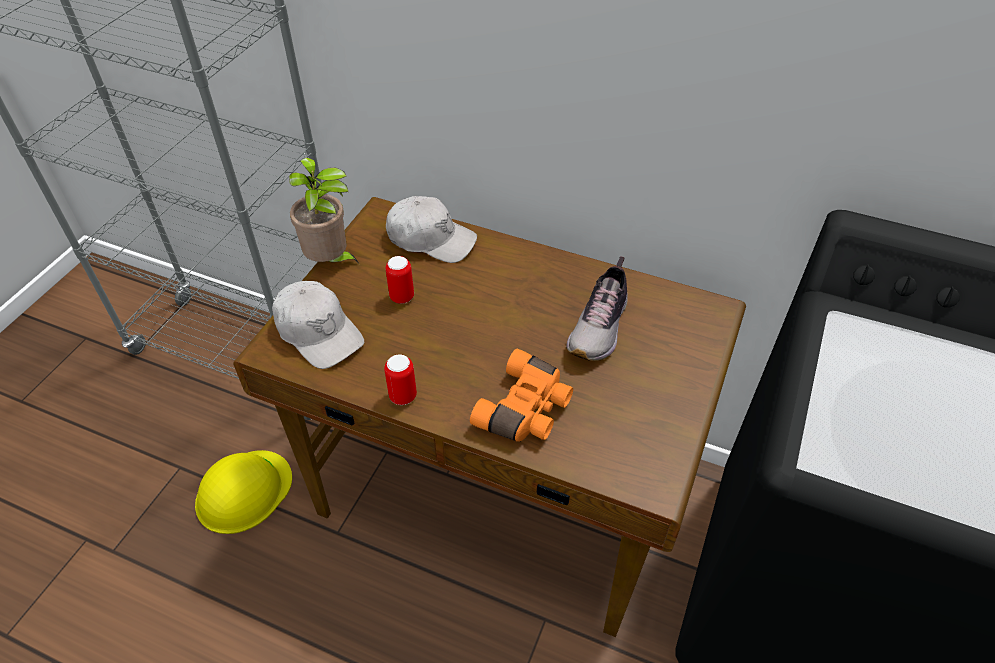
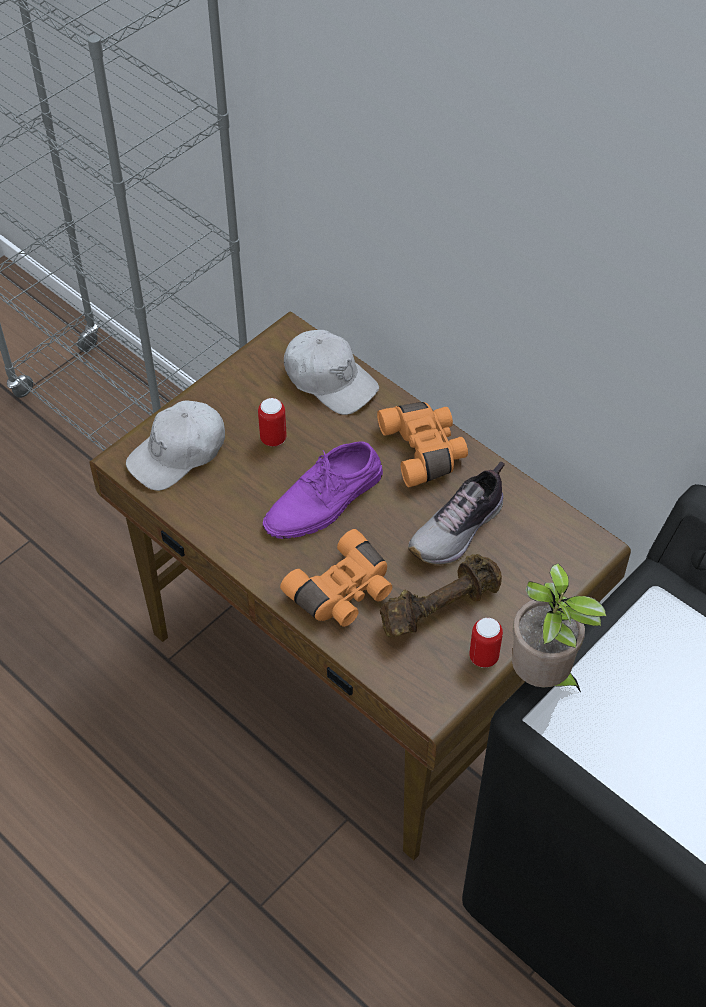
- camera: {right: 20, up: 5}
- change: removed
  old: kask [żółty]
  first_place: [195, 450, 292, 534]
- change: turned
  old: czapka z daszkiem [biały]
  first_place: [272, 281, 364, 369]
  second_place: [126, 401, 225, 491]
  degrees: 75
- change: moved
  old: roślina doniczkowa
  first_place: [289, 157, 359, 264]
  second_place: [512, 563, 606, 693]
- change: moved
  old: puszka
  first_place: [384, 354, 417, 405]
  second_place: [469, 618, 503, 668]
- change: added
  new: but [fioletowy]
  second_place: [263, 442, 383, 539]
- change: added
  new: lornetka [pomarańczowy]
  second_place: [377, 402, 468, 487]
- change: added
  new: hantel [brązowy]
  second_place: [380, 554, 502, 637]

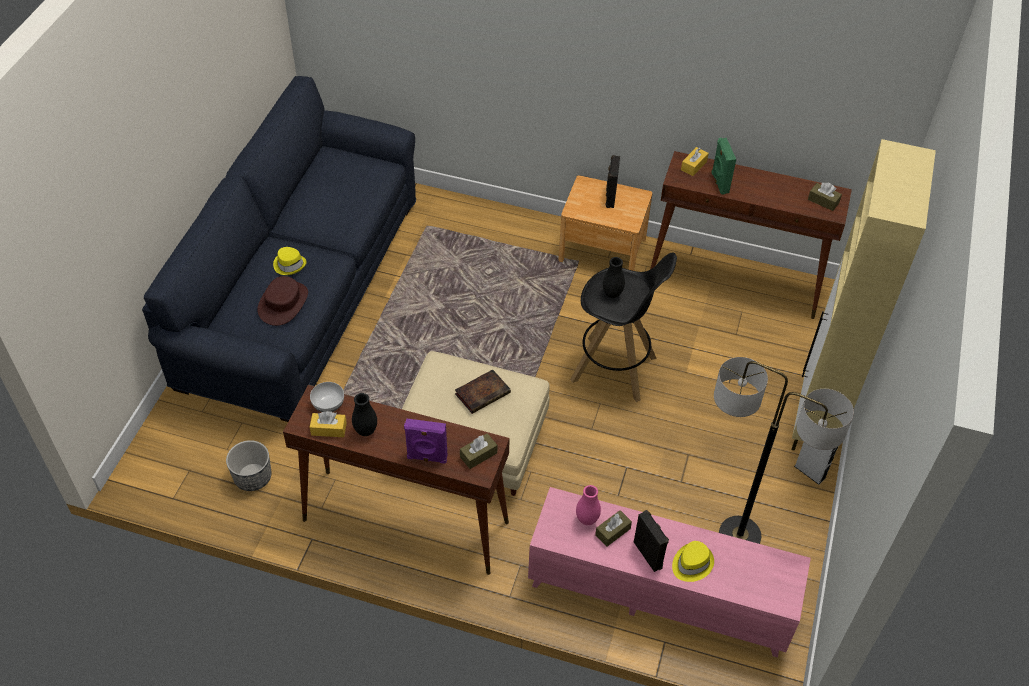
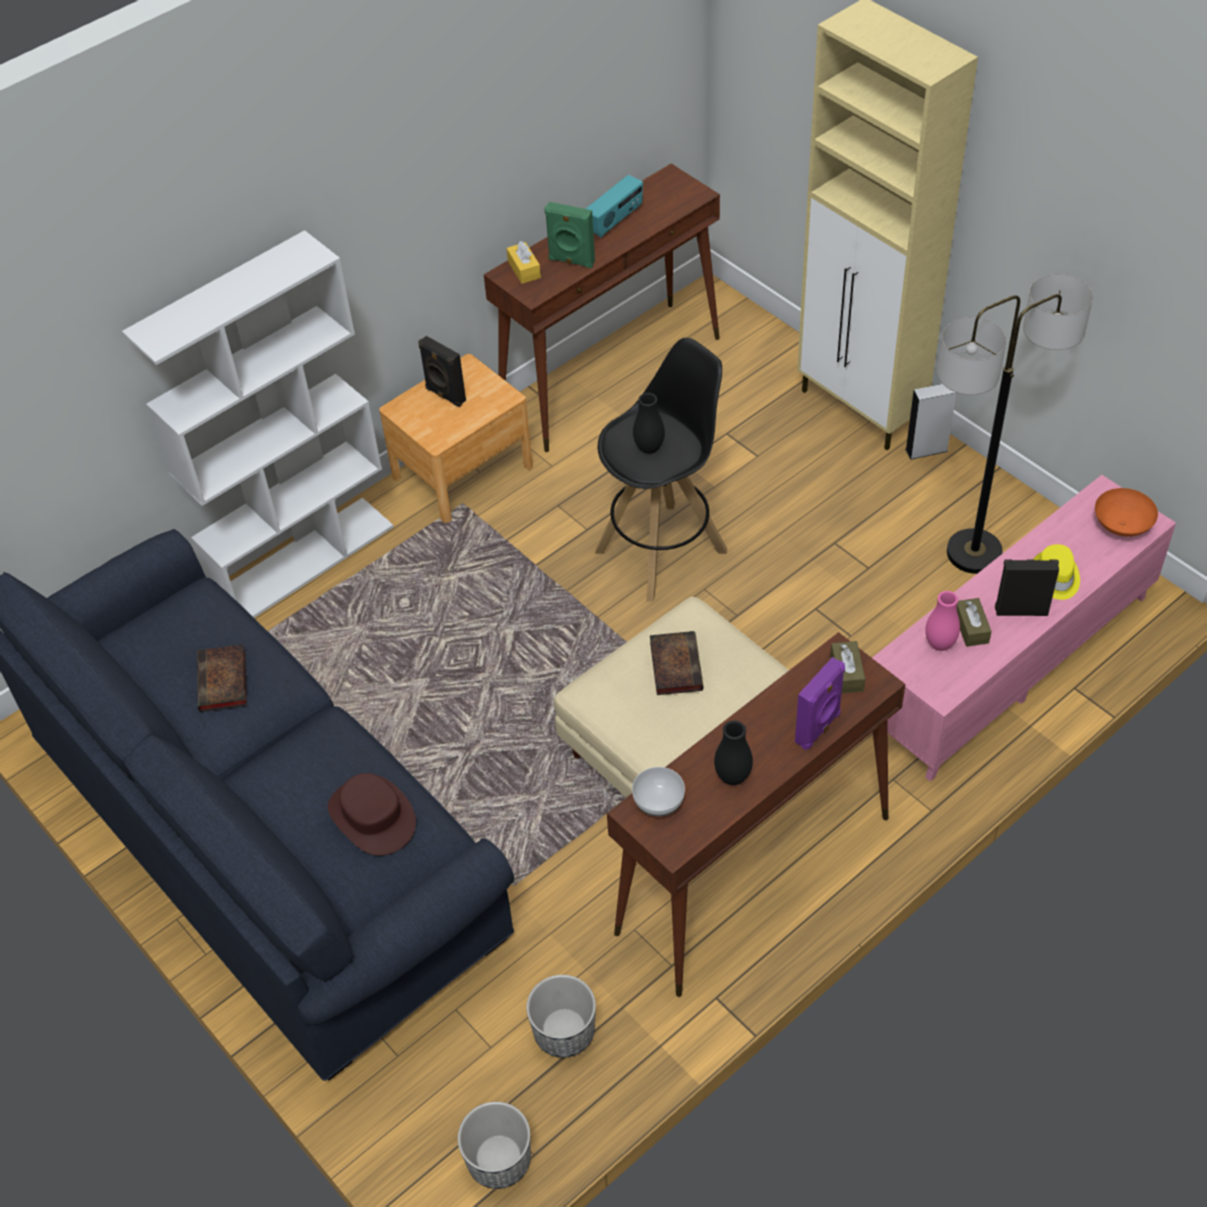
- camera: {right: -55, up: 0}
- change: removed
  old: kapelusz [żółty]
  first_place: [273, 247, 307, 275]
- change: removed
  old: pudełko chusteczek [żółty]
  first_place: [310, 411, 347, 437]
- change: removed
  old: pudełko chusteczek [brązowy]
  first_place: [808, 183, 842, 211]
- change: added
  new: regał [biały]
  second_place: [122, 230, 394, 618]
- change: added
  new: książka
  second_place: [197, 644, 247, 712]
- change: added
  new: donica
  second_place: [458, 1102, 531, 1189]
- change: added
  new: radio
  second_place: [586, 175, 643, 238]
- change: added
  new: miska [pomarańczowy]
  second_place: [1095, 488, 1158, 537]

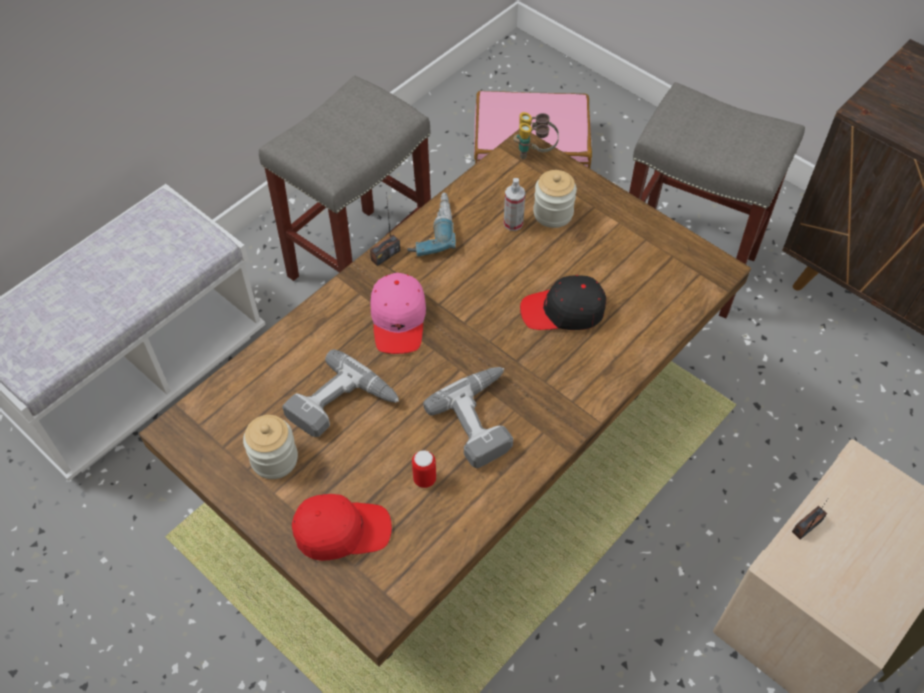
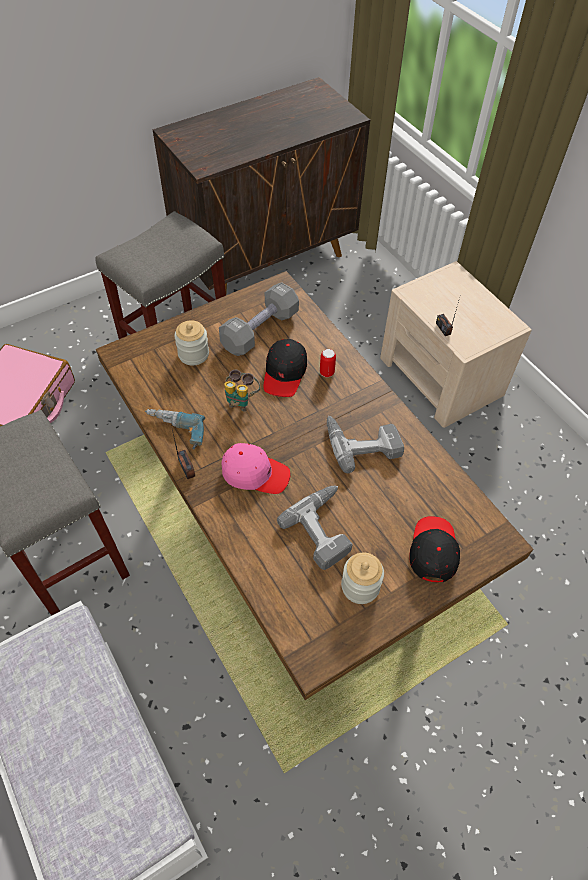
- camera: {right: -75, up: 0}
- change: recoloured
  old: czapka z daszkiem [czerwony]
  new: czapka z daszkiem [czarny]
  first_place: [292, 494, 392, 561]
  second_place: [409, 516, 460, 582]
- change: moved
  old: puszka
  first_place: [412, 450, 436, 488]
  second_place: [320, 349, 336, 377]
- change: removed
  old: spryskiwacz
  first_place: [504, 178, 525, 231]
- change: moved
  old: lornetka
  first_place: [513, 112, 559, 160]
  second_place: [224, 370, 260, 412]
- change: added
  new: hantel [szary]
  second_place: [219, 282, 299, 356]

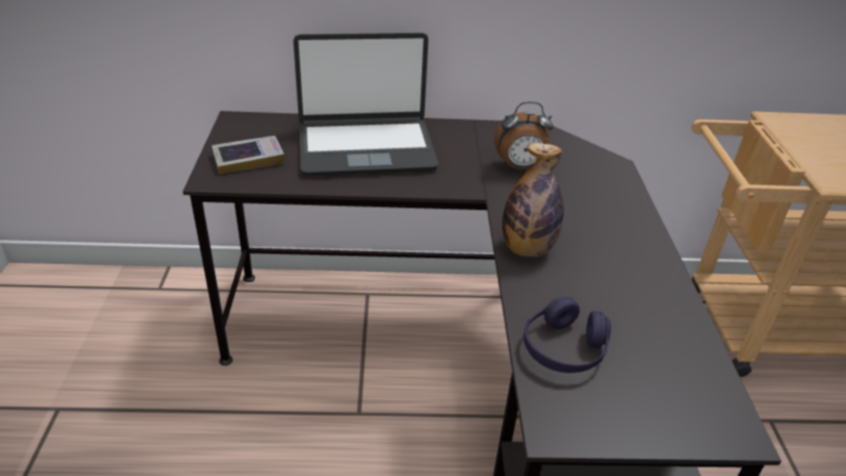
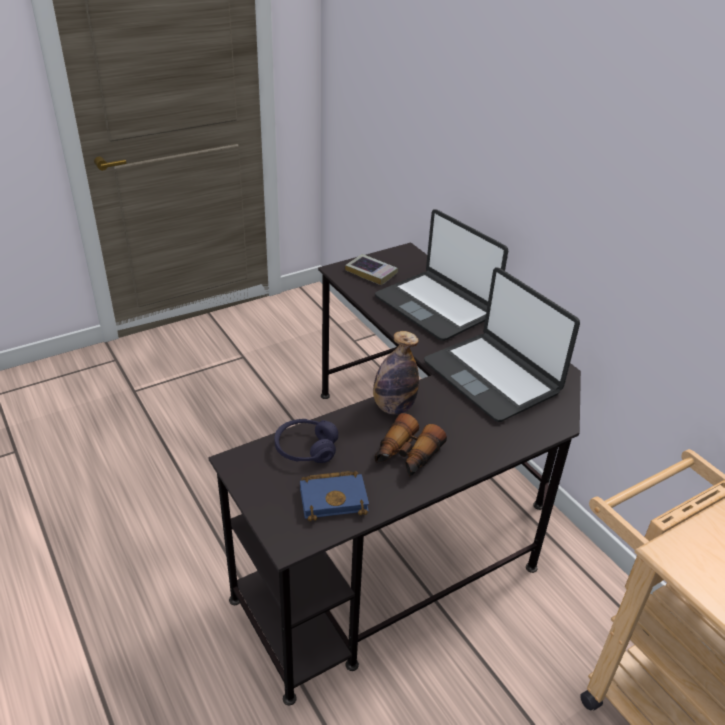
- camera: {right: 60, up: 0}
- change: replaced
  old: budzik
  new: laptop
  first_place: [494, 102, 553, 170]
  second_place: [424, 268, 580, 422]
- change: added
  new: książka [niebieski]
  second_place: [300, 471, 369, 521]
- change: added
  new: lornetka
  second_place: [375, 413, 447, 476]

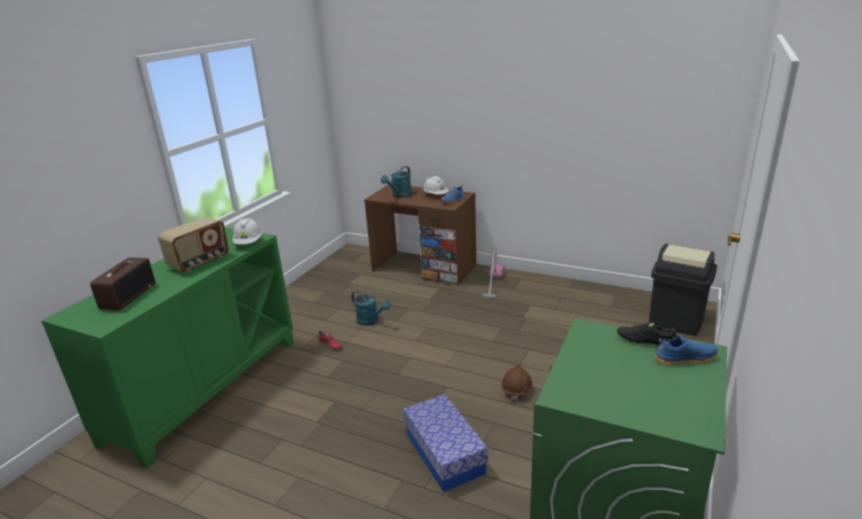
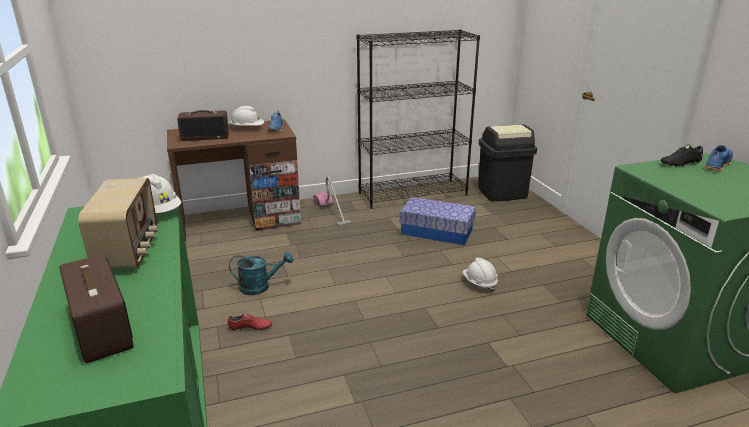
- camera: {right: -45, up: 0}
- change: replaced
  old: konewka [turkusowy]
  new: radio
  first_place: [381, 166, 412, 198]
  second_place: [177, 110, 229, 141]
- change: moved
  old: pojemnik do przechowywania
  first_place: [403, 394, 488, 492]
  second_place: [400, 197, 476, 245]
- change: recoloured
  old: kask [brązowy]
  new: kask [biały]
  first_place: [502, 365, 532, 402]
  second_place: [463, 258, 498, 292]
- change: added
  new: regał [czarny]
  second_place: [356, 29, 480, 209]

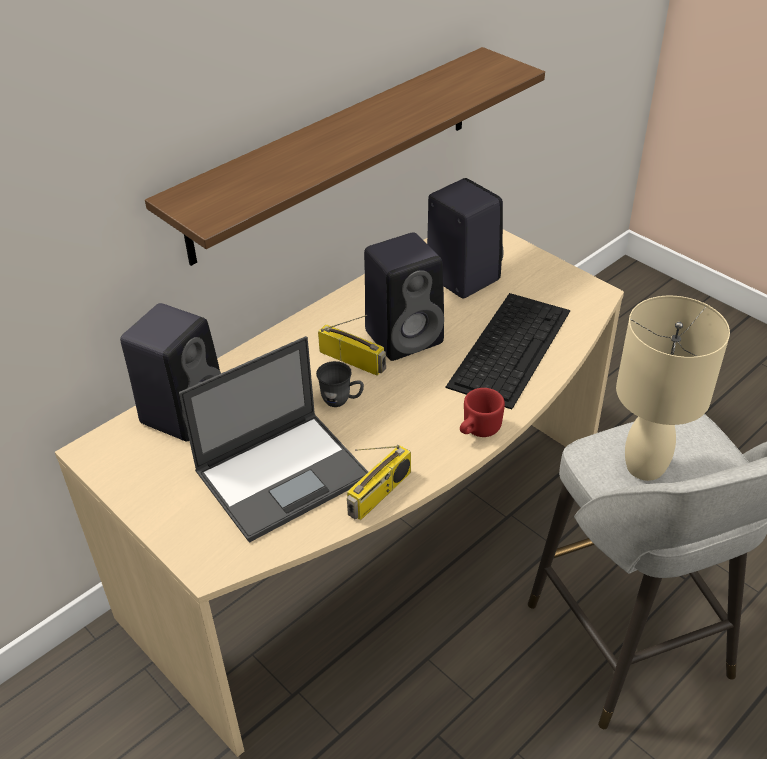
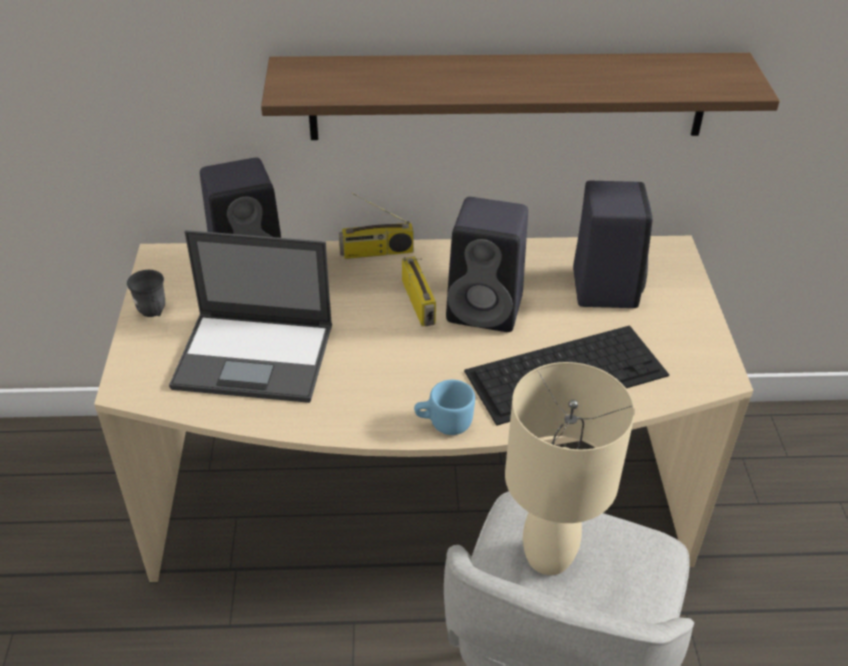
- camera: {right: 40, up: 0}
- change: moved
  old: kubek [szary]
  first_place: [316, 361, 364, 407]
  second_place: [127, 270, 165, 317]
- change: moved
  old: radio
  first_place: [347, 445, 411, 520]
  second_place: [339, 193, 413, 259]
- change: recoloured
  old: kubek [czerwony]
  new: kubek [niebieski]
  first_place: [460, 388, 505, 437]
  second_place: [414, 380, 475, 435]

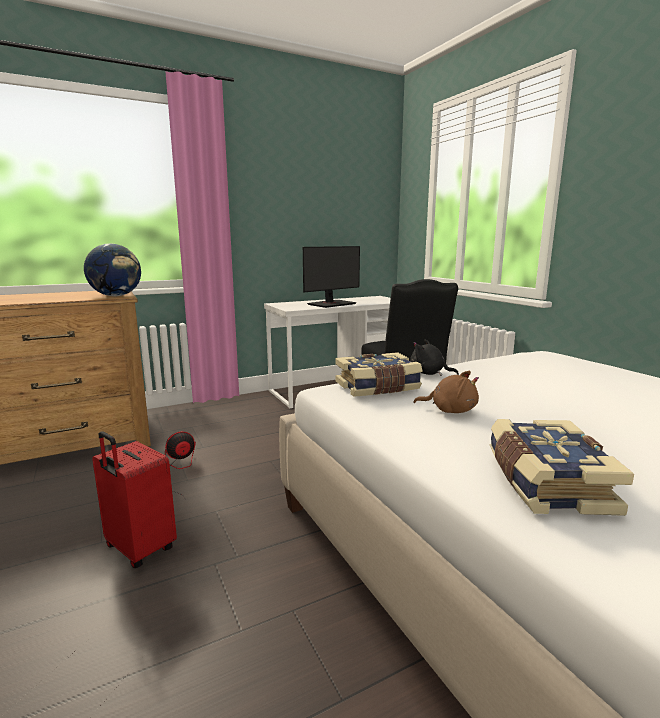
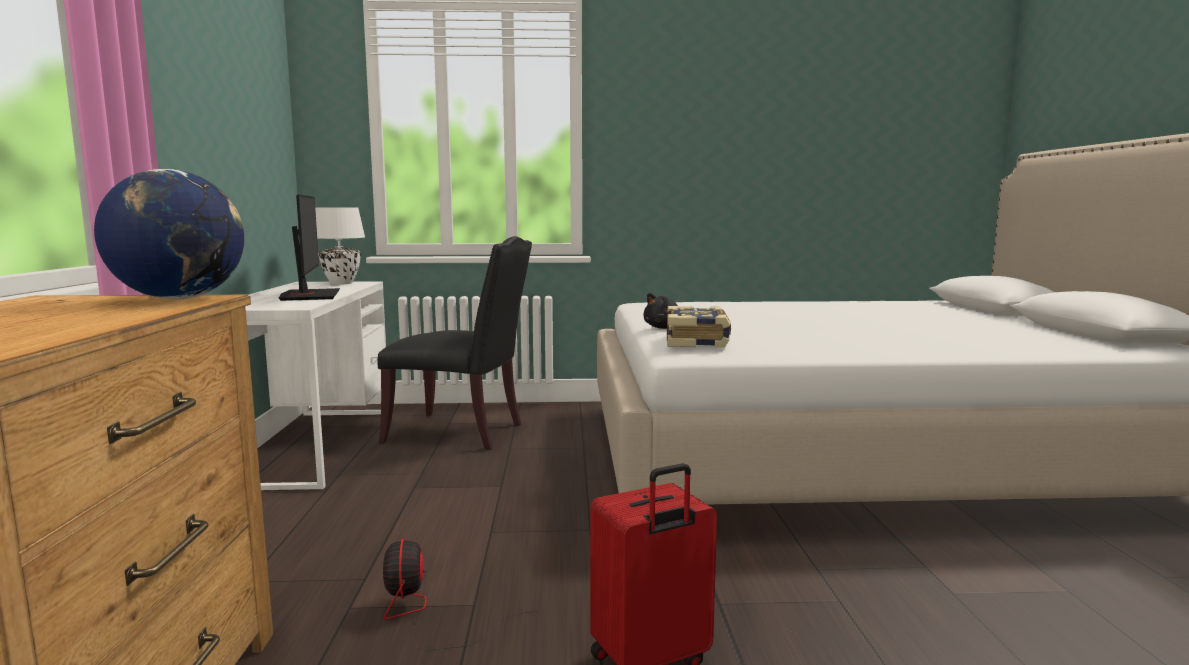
- camera: {right: -65, up: -5}
- change: removed
  old: pluszak [brązowy]
  first_place: [413, 371, 479, 413]
- change: removed
  old: książka
  first_place: [490, 419, 634, 516]
- change: added
  new: lampa stołowa [biały]
  second_place: [315, 207, 365, 285]

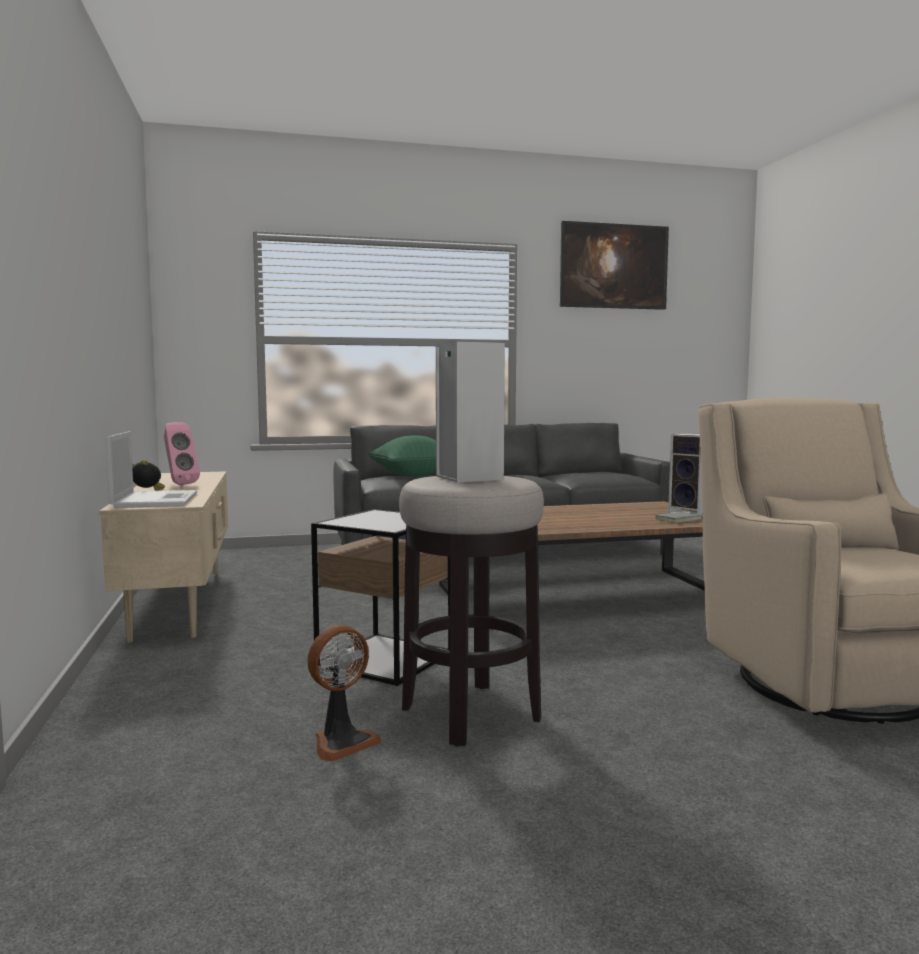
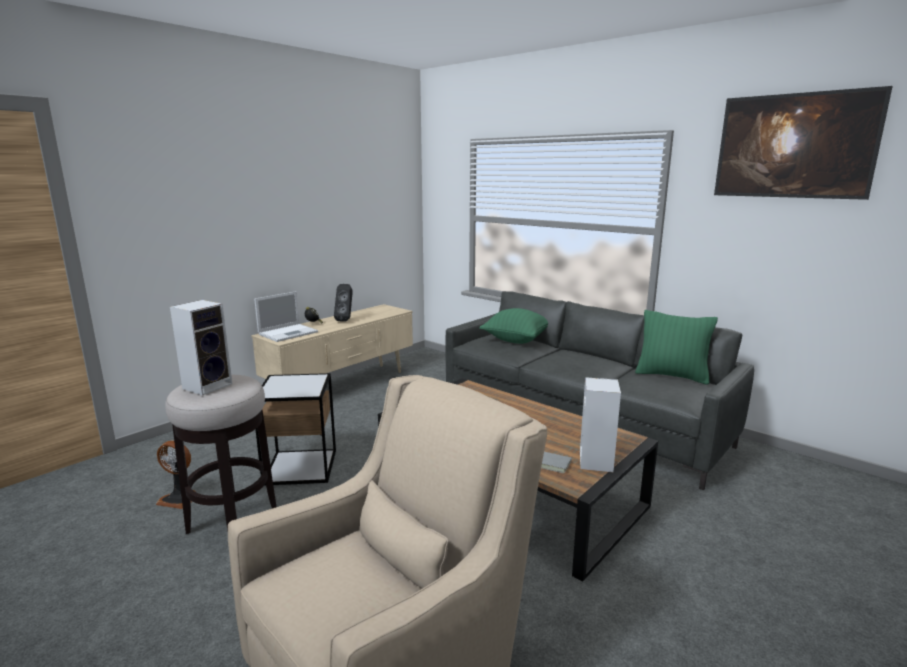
- camera: {right: 55, up: 10}
- change: recoloured
  old: głośnik [różowy]
  new: głośnik [czarny]
  first_place: [164, 422, 200, 485]
  second_place: [334, 284, 353, 322]
- change: added
  new: poduszka [zielony]
  second_place: [635, 310, 718, 385]

